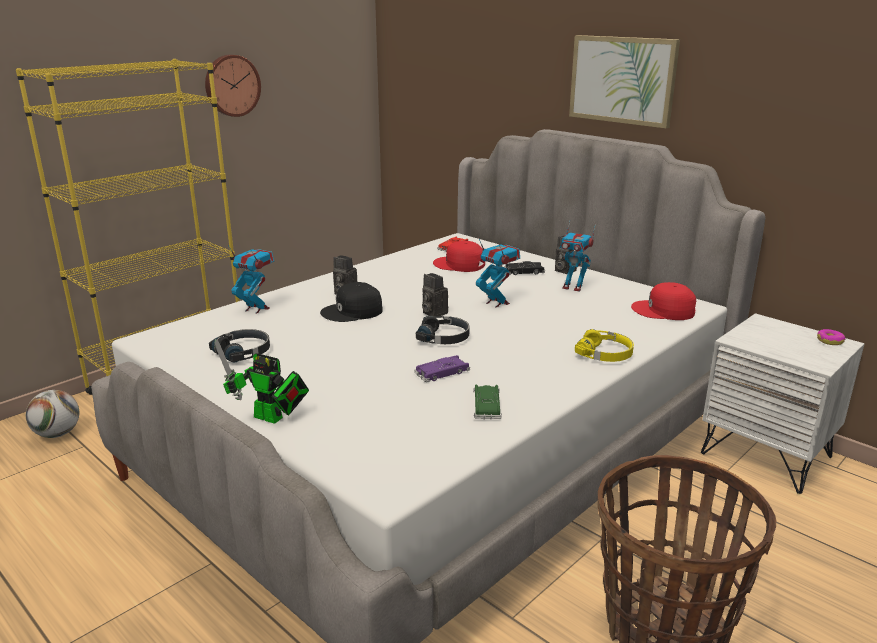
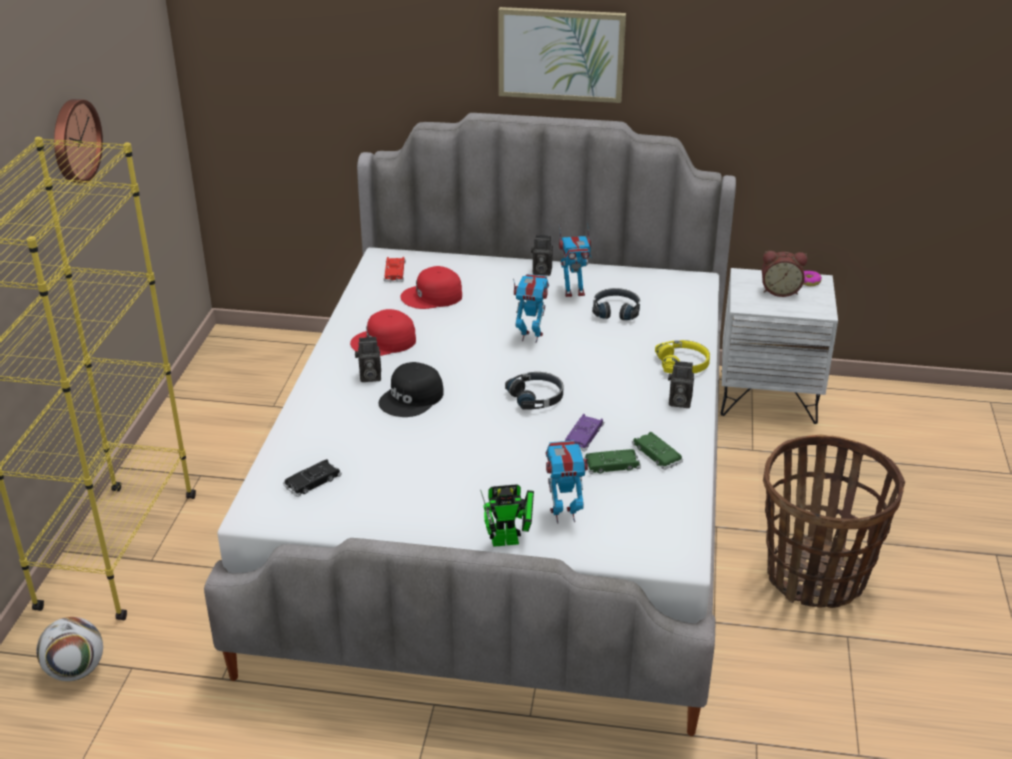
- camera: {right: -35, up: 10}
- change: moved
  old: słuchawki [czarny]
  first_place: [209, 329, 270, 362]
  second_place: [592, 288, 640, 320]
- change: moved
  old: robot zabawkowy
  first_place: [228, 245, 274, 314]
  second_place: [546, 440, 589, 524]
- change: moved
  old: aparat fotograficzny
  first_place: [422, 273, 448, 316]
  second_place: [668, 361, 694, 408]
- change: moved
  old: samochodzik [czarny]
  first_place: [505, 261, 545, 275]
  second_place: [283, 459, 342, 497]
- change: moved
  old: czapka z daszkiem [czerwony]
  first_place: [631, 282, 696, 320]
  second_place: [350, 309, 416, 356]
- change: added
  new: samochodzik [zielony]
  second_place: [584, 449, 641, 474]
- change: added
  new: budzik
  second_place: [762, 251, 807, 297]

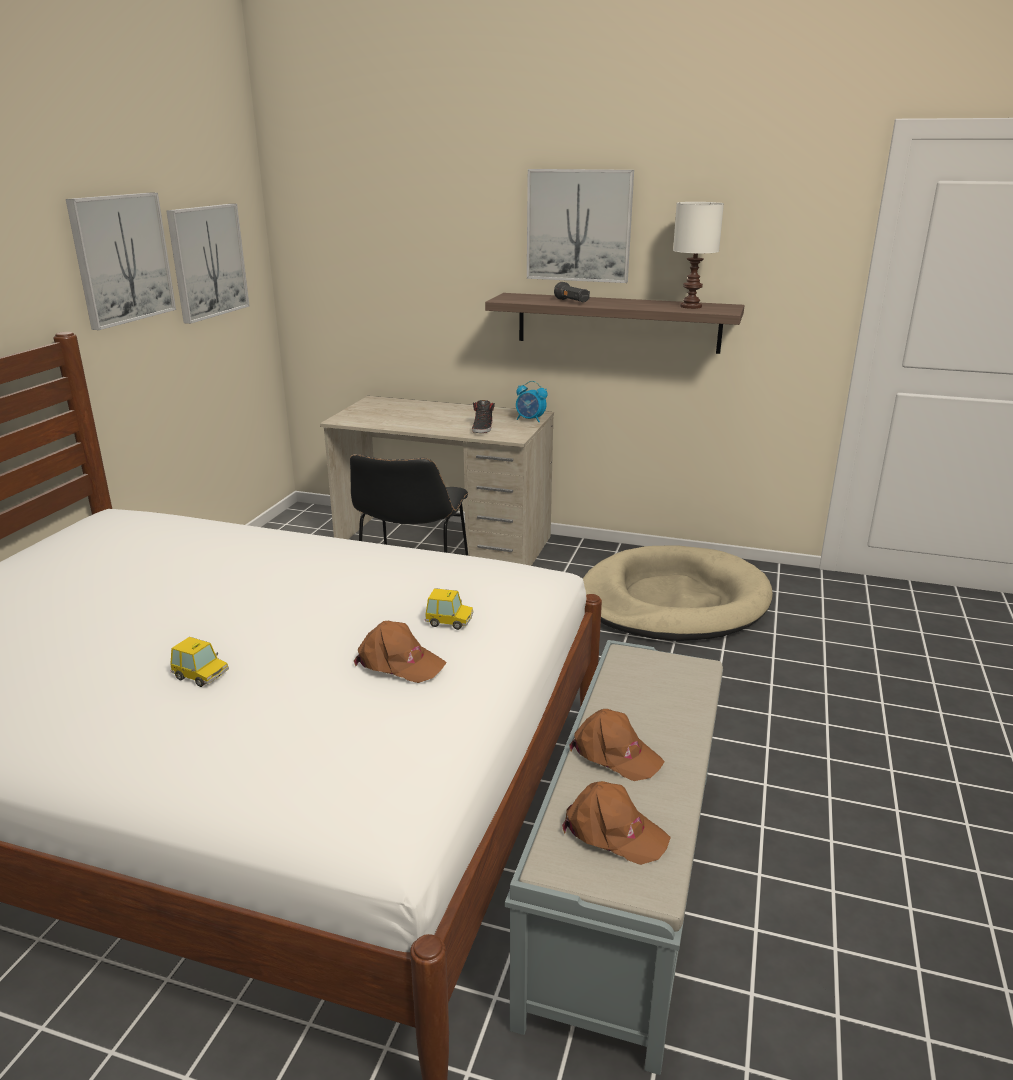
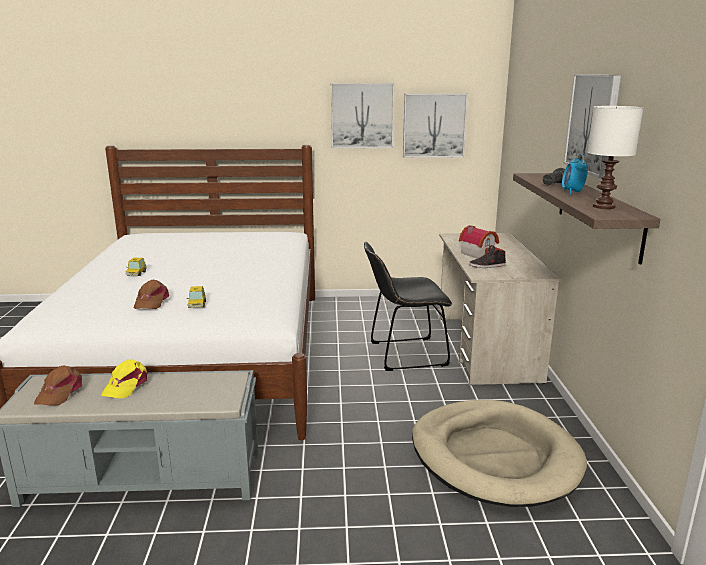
- camera: {right: 70, up: -5}
- change: moved
  old: budzik
  first_place: [516, 381, 548, 422]
  second_place: [562, 154, 588, 195]
- change: recoloured
  old: czapka z daszkiem [brązowy]
  new: czapka z daszkiem [żółty]
  first_place: [569, 709, 665, 781]
  second_place: [101, 359, 147, 398]
- change: added
  new: domek
  second_place: [459, 225, 499, 259]

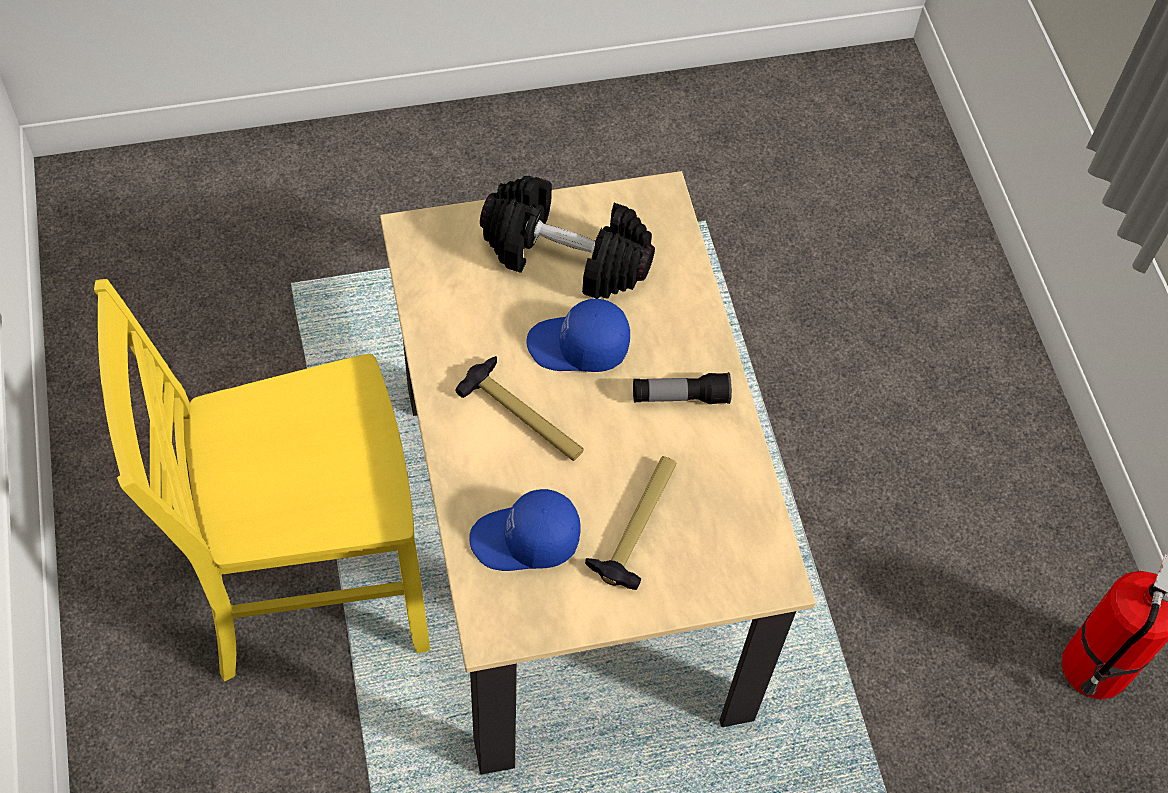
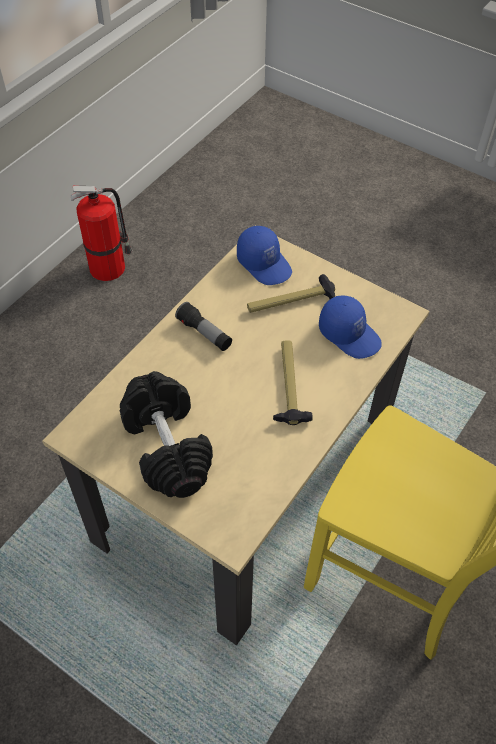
- camera: {right: -130, up: -5}
- change: moved
  old: czapka z daszkiem [niebieski]
  first_place: [527, 299, 630, 372]
  second_place: [237, 226, 292, 285]

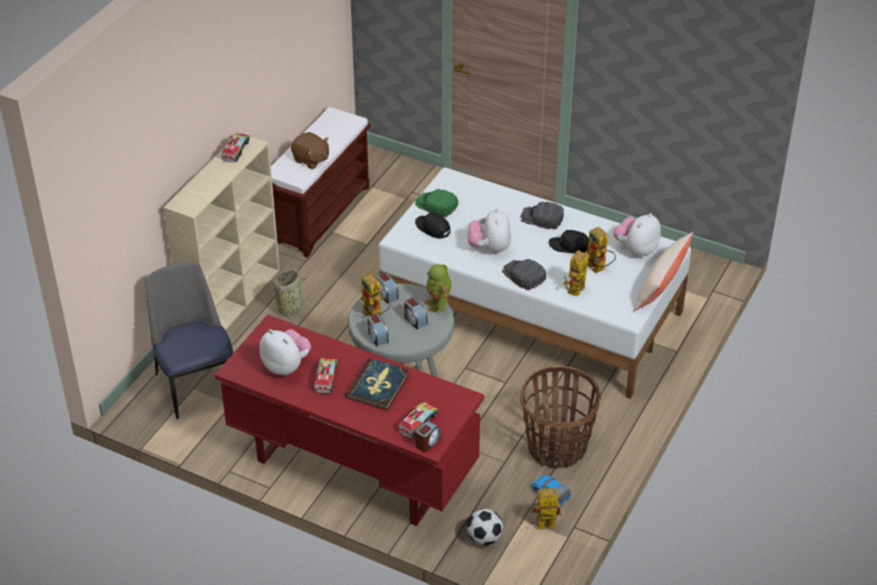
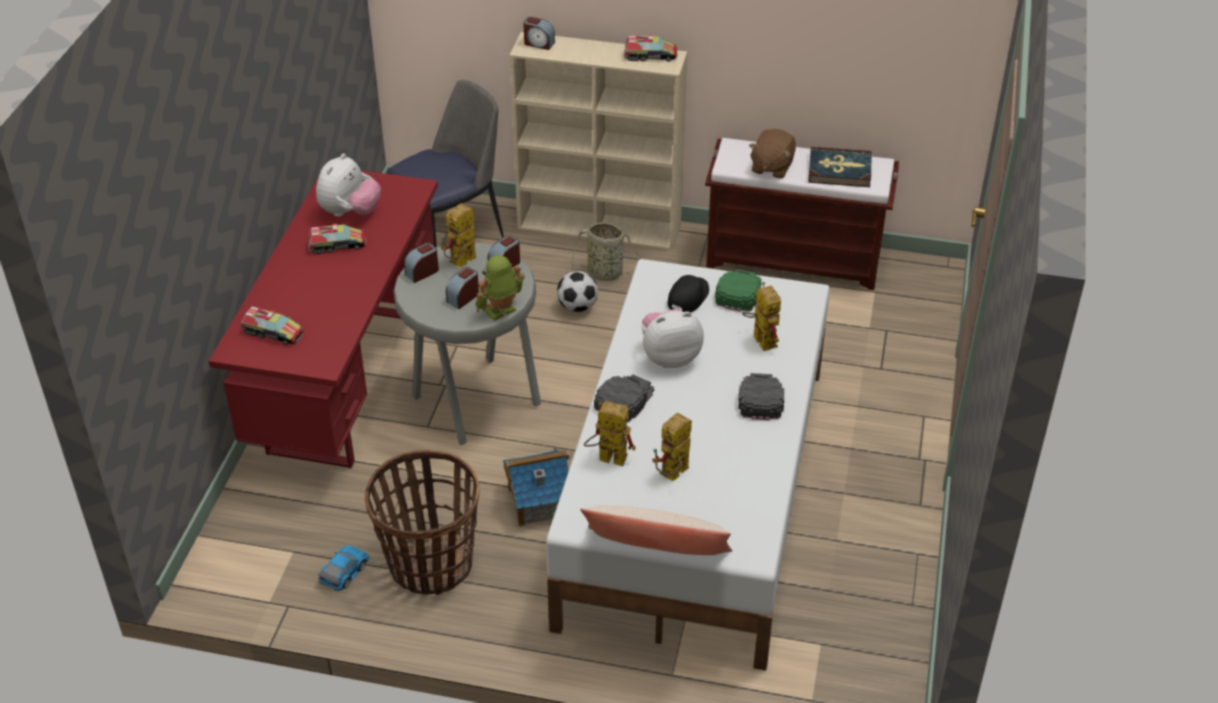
- camera: {right: 75, up: 0}
- change: moved
  old: książka
  first_place: [346, 358, 409, 411]
  second_place: [808, 147, 872, 187]
- change: moved
  old: budzik
  first_place: [416, 421, 441, 452]
  second_place: [523, 17, 555, 50]
- change: moved
  old: piłka futbolowa
  first_place: [467, 509, 503, 545]
  second_place: [557, 271, 598, 312]
- change: moved
  old: robot zabawkowy
  first_place: [529, 488, 561, 529]
  second_place: [742, 282, 781, 351]
- change: removed
  old: czapka z daszkiem [czarny]
  first_place: [549, 230, 589, 253]
- change: removed
  old: pluszak
  first_place: [613, 213, 661, 257]
- change: added
  new: domek
  second_place: [503, 450, 569, 527]

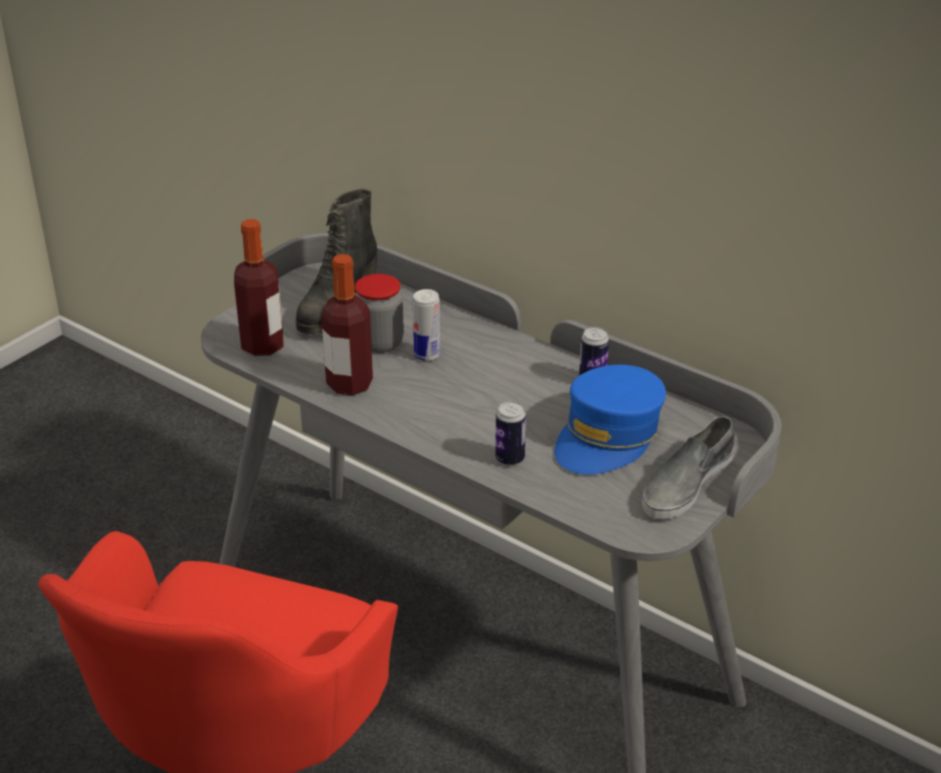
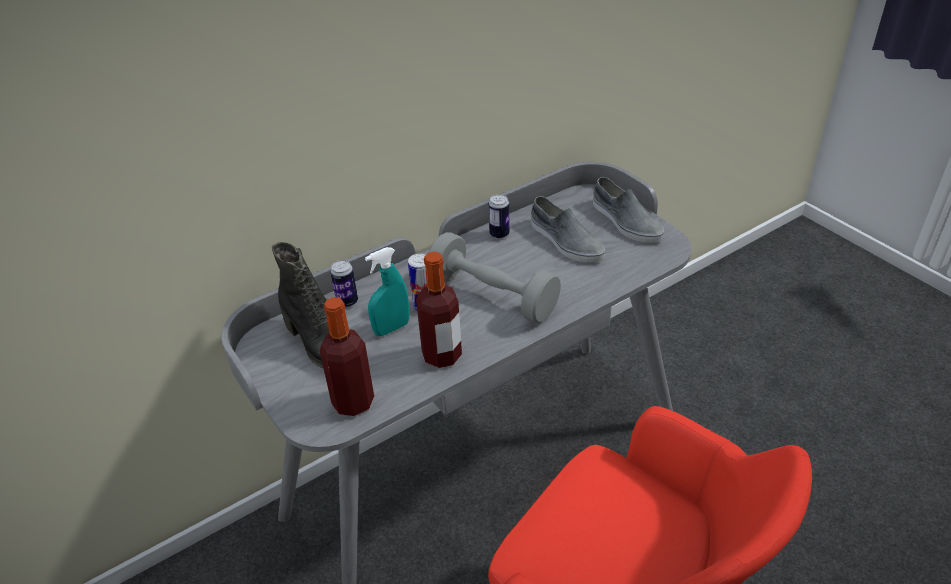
- camera: {right: -70, up: 5}
- change: replaced
  old: słoik
  new: spryskiwacz [turkusowy]
  first_place: [355, 274, 404, 353]
  second_place: [365, 247, 409, 336]
- change: moved
  old: puszka
  first_place: [495, 401, 526, 466]
  second_place: [330, 260, 358, 307]
- change: replaced
  old: czapka z daszkiem [niebieski]
  new: but [szary]
  first_place: [554, 365, 666, 475]
  second_place: [531, 196, 605, 263]
- change: added
  new: hantel [szary]
  second_place: [429, 232, 561, 323]

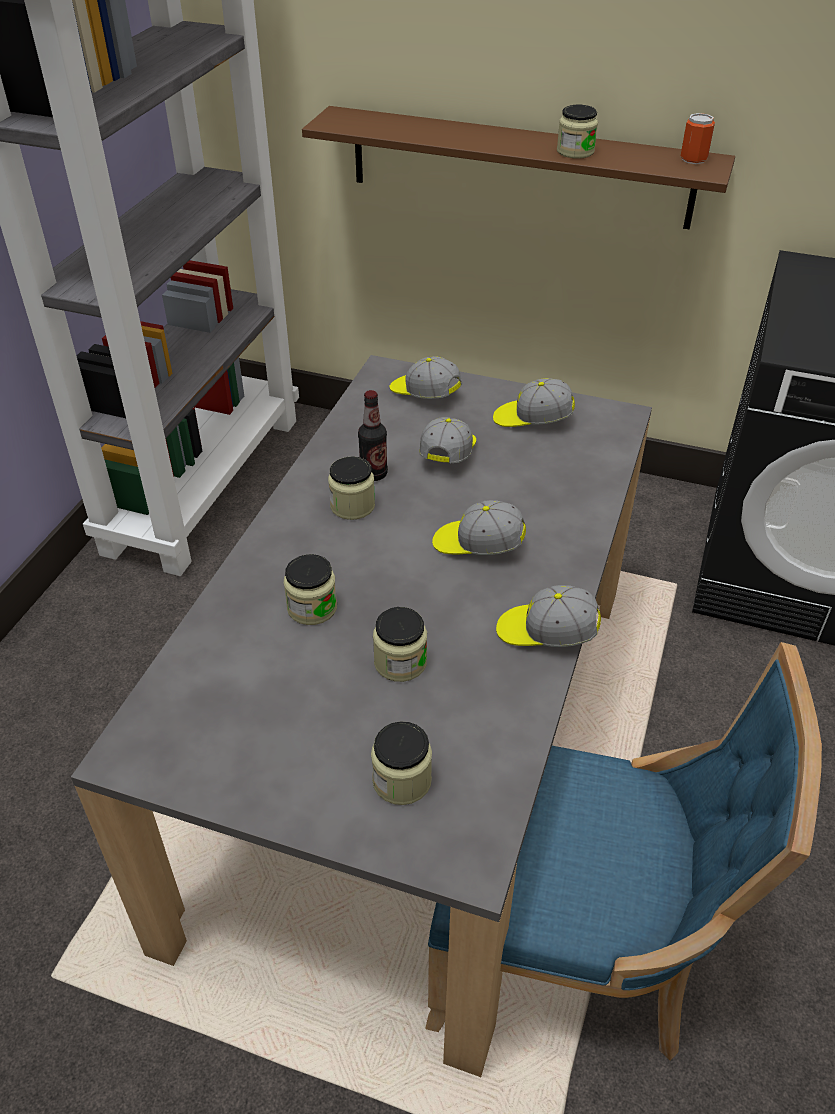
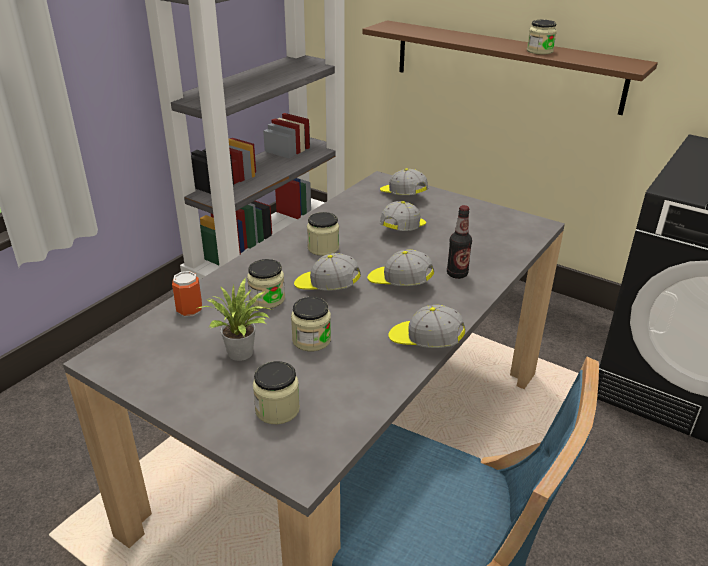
- camera: {right: 15, up: -10}
- change: moved
  old: butelka
  first_place: [358, 390, 388, 481]
  second_place: [447, 205, 472, 279]
- change: moved
  old: czapka z daszkiem
  first_place: [493, 378, 575, 427]
  second_place: [294, 253, 361, 291]
- change: moved
  old: puszka
  first_place: [681, 113, 715, 164]
  second_place: [172, 271, 202, 317]
- change: added
  new: roślina doniczkowa
  second_place: [196, 279, 272, 361]

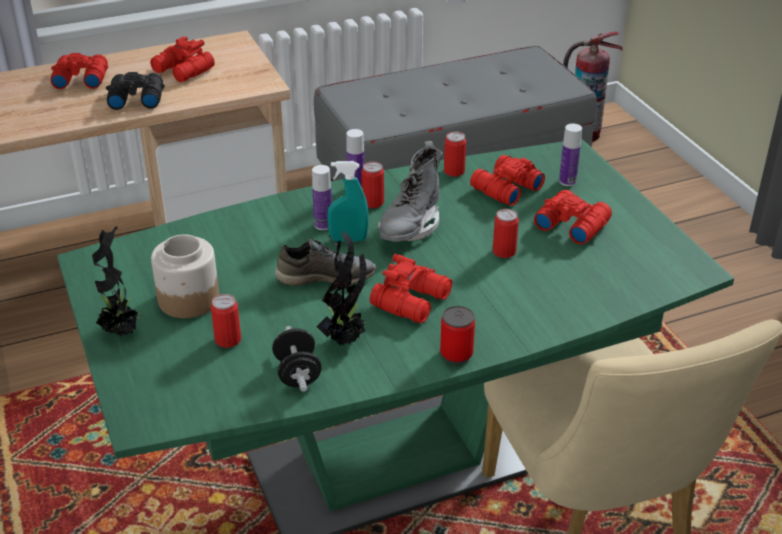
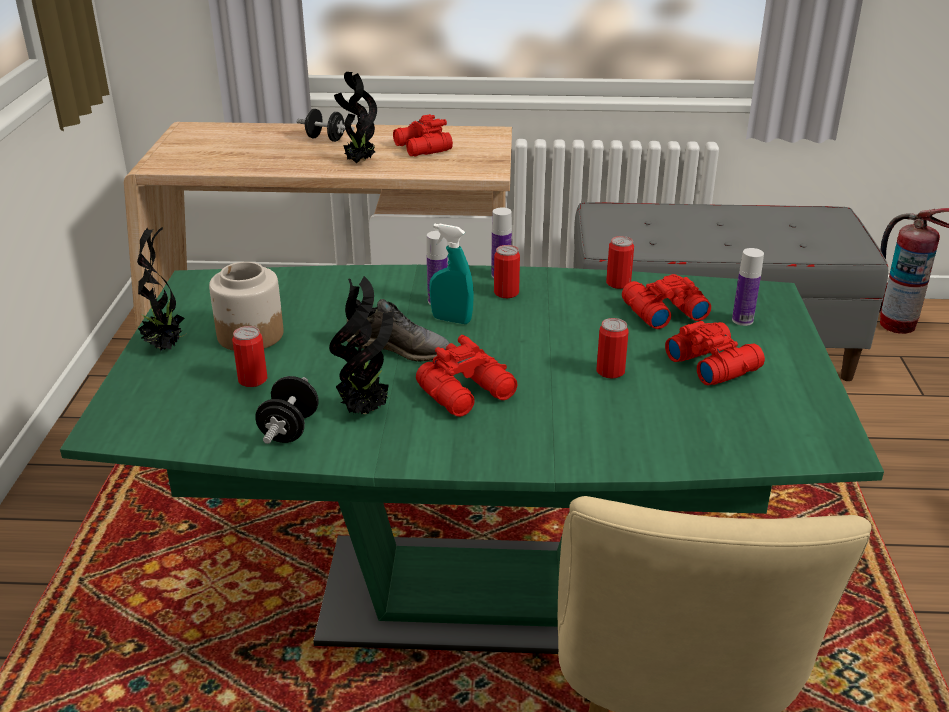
- camera: {right: 25, up: -5}
- change: replaced
  old: lornetka [czerwony]
  new: hantel [czarny]
  first_place: [51, 53, 108, 89]
  second_place: [296, 109, 354, 142]
- change: replaced
  old: lornetka [czarny]
  new: roślina doniczkowa
  first_place: [106, 72, 165, 110]
  second_place: [334, 72, 377, 164]
- change: removed
  old: but z cholewką [szary]
  first_place: [378, 141, 443, 242]
- change: removed
  old: puszka
  first_place: [440, 306, 475, 364]

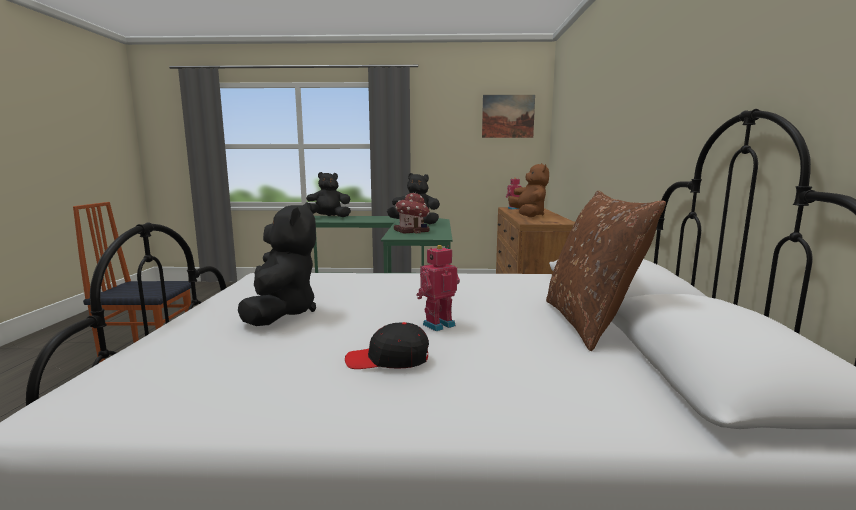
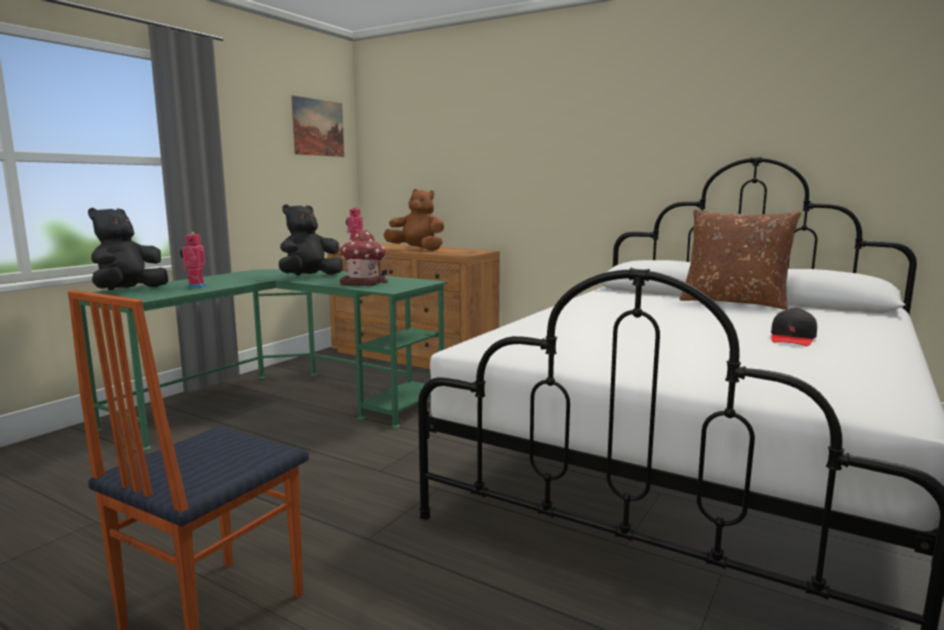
- camera: {right: -60, up: 0}
- change: removed
  old: pluszak [czarny]
  first_place: [238, 202, 316, 326]
- change: moved
  old: robot zabawkowy
  first_place: [416, 245, 460, 331]
  second_place: [180, 232, 208, 288]

